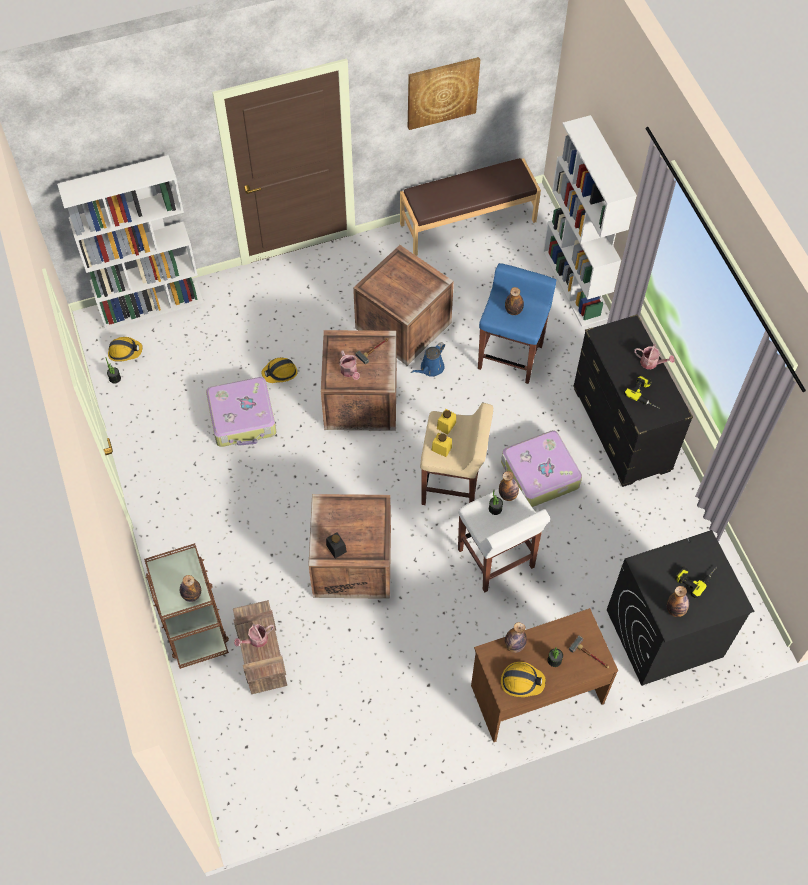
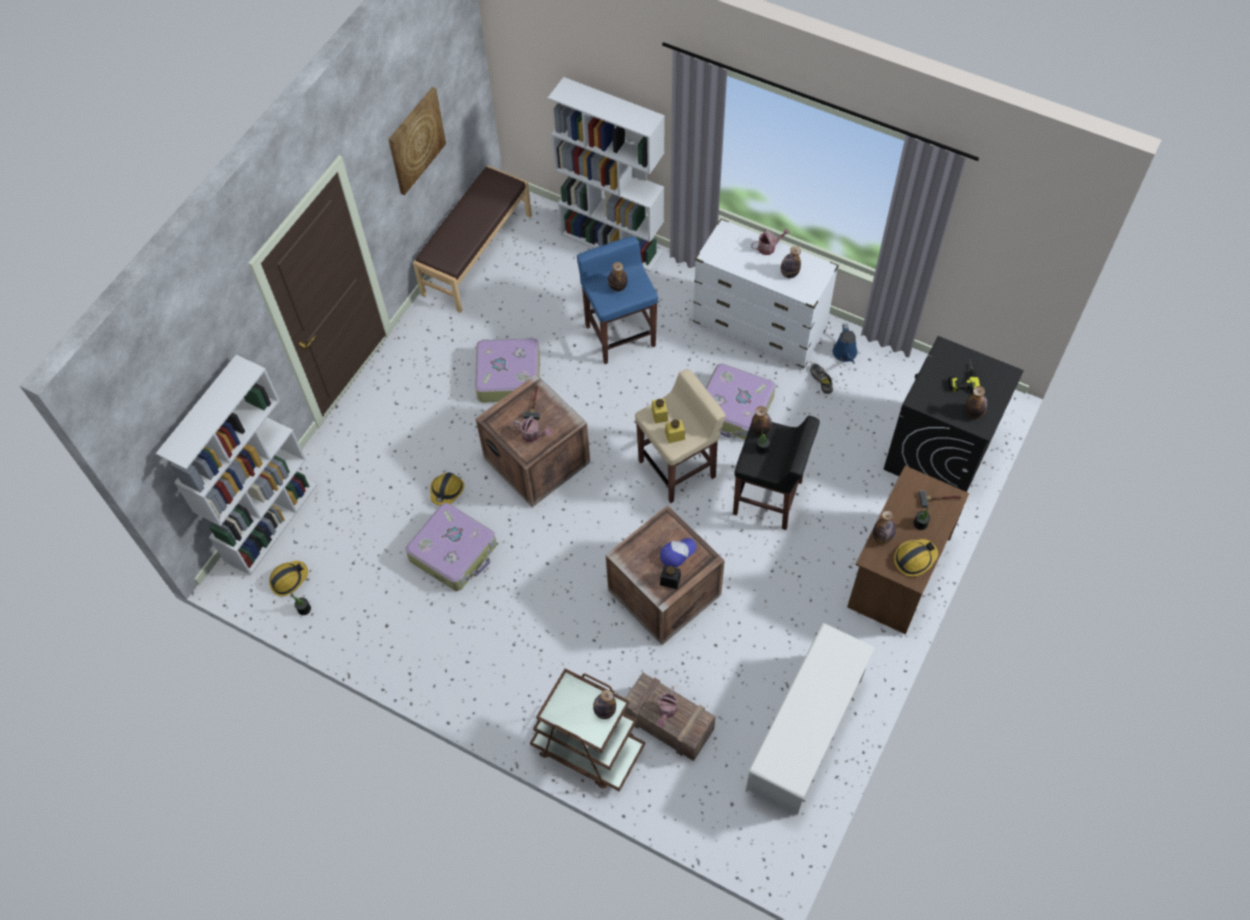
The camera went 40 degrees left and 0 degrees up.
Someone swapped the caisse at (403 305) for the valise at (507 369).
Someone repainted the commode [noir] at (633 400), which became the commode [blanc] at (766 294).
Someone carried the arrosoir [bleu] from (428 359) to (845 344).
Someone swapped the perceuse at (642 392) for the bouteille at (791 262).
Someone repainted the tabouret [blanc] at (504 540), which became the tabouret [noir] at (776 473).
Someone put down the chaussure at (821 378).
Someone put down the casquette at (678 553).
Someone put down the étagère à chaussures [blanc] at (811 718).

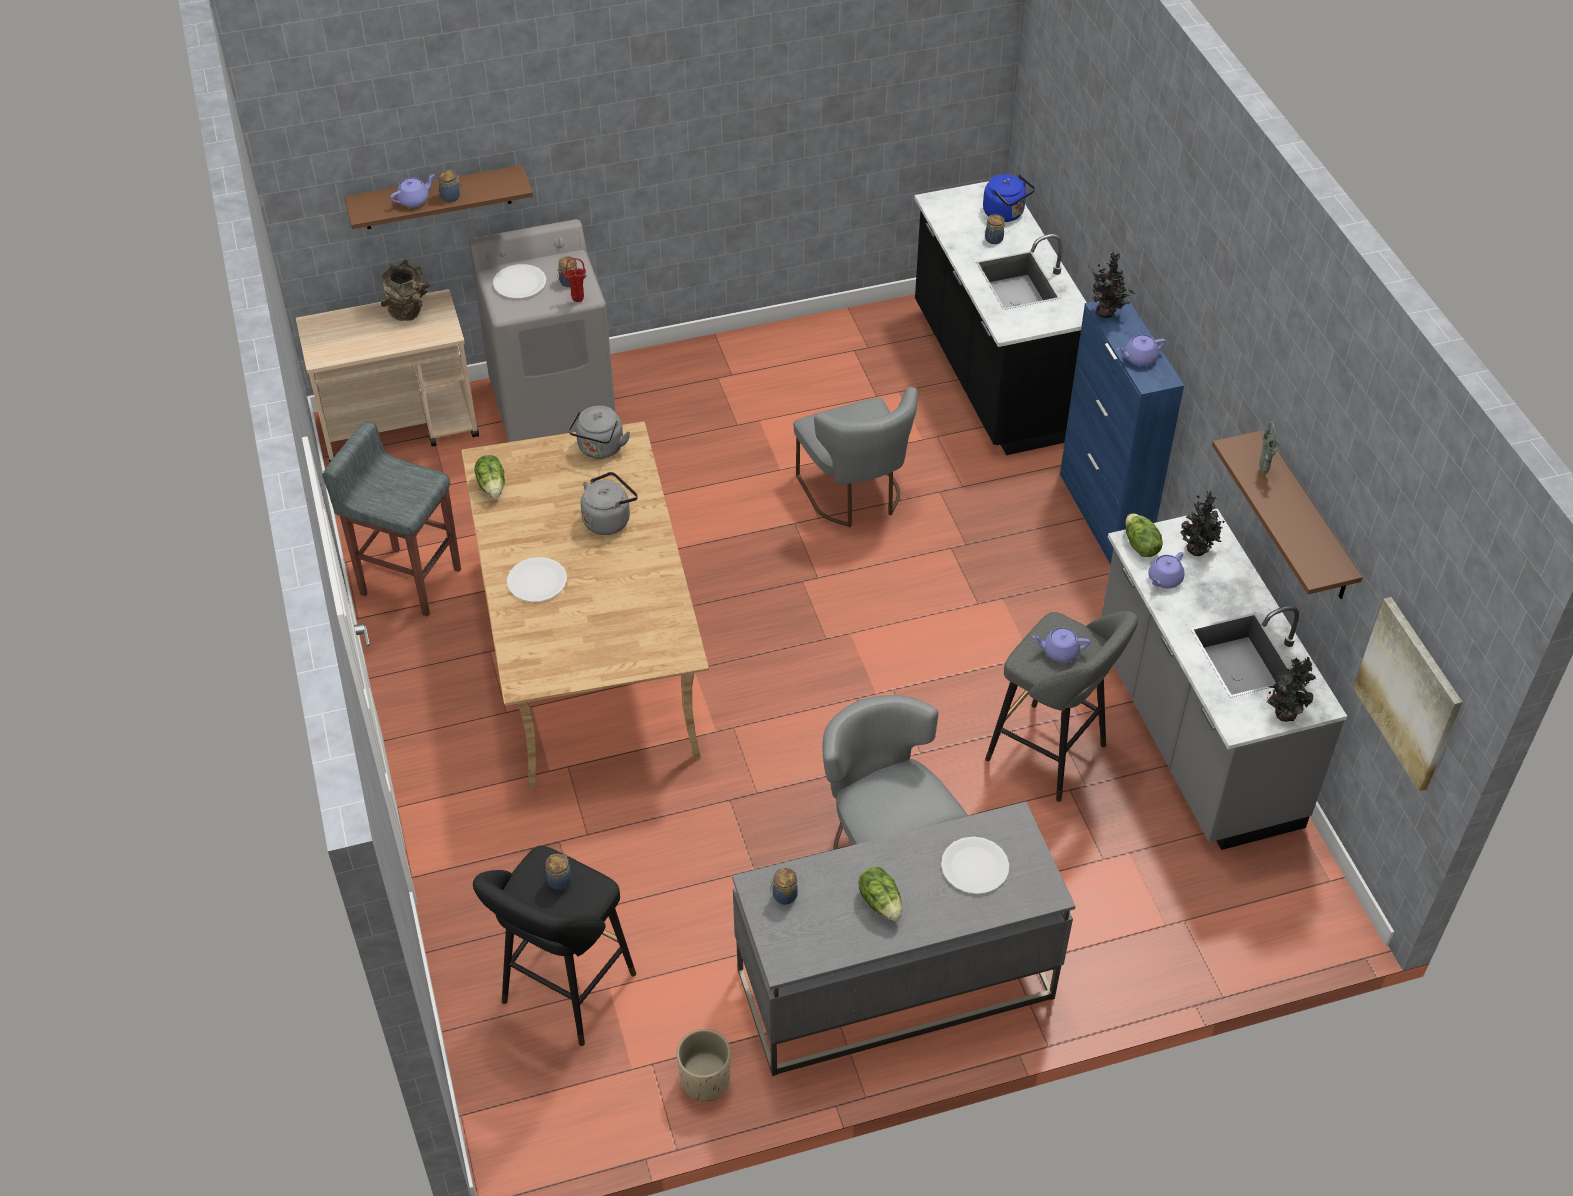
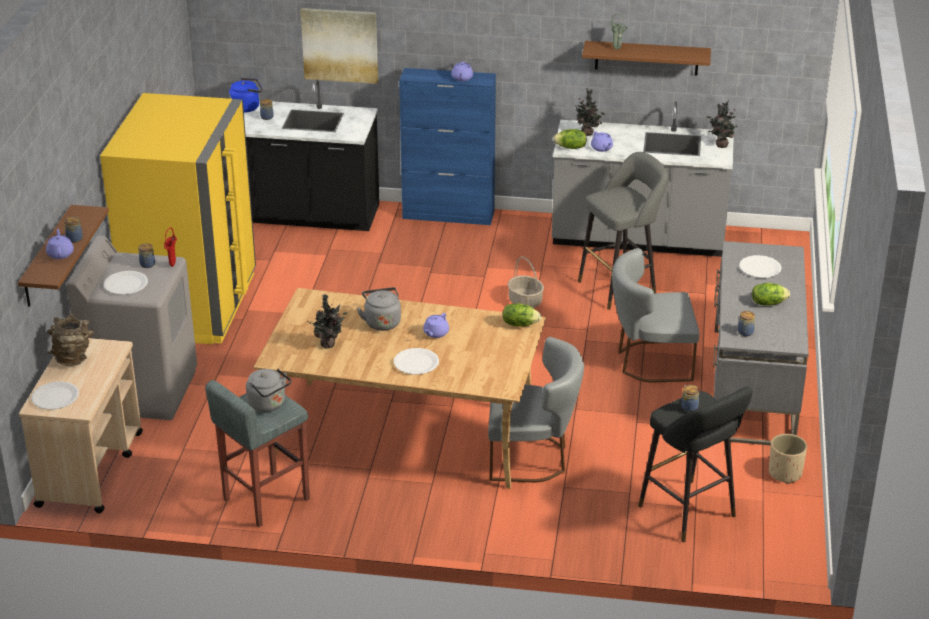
The camera went 65 degrees left and 15 degrees down.
Someone carried the plante en pot from (1112 284) to (327 321).
Someone carried the chaise [gris] from (855 457) to (536 409).
Someone carried the bouilloire [gris] from (599 432) to (268 390).
Someone carried the laitue from (490 476) to (521 314).
Someone carried the tableau from (1408 694) to (339 46).
Someone carried the théière [violet] from (1061 644) to (436 325).
Someone put down the réfrigérateur [jaune] at (178 219).
Someone put down the panier at (526 282).
Someone put down the assiette [blanc] at (55 395).

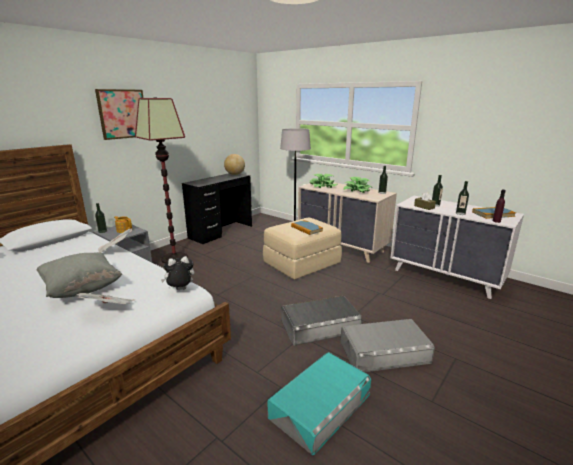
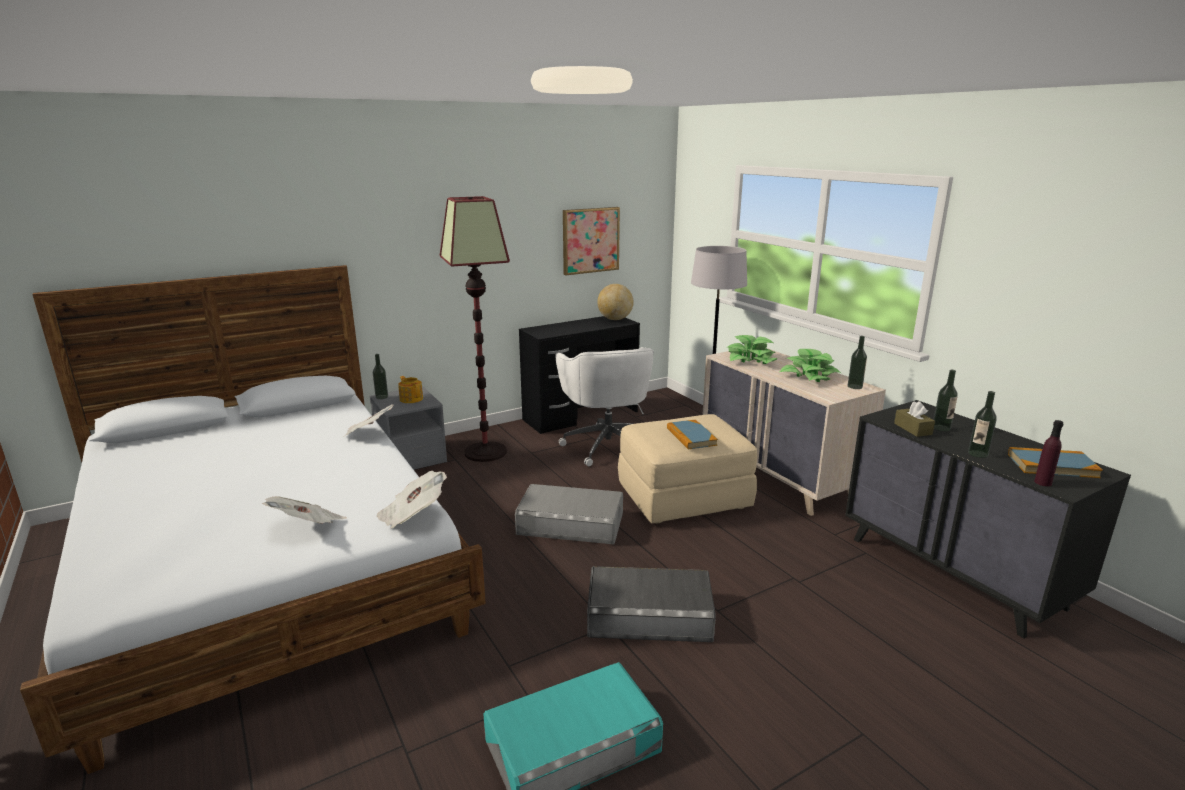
The camera went 20 degrees right and 0 degrees up.
Someone carried the tableau from (119 114) to (591 241).
Someone repainted the commode [blanc] at (457 247), which became the commode [noir] at (988 519).
Someone took away the coussin [gris] at (79 275).
Someone swapped the peluche at (178 273) for the journal at (411 499).
Someone carried the boîte de rangement [gris] from (387 345) to (569 514).
Someone put down the chaise de bureau [blanc] at (605 406).

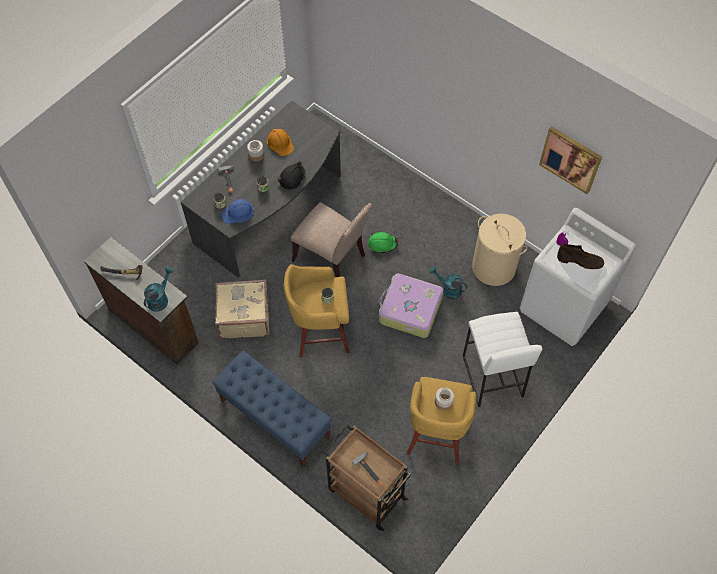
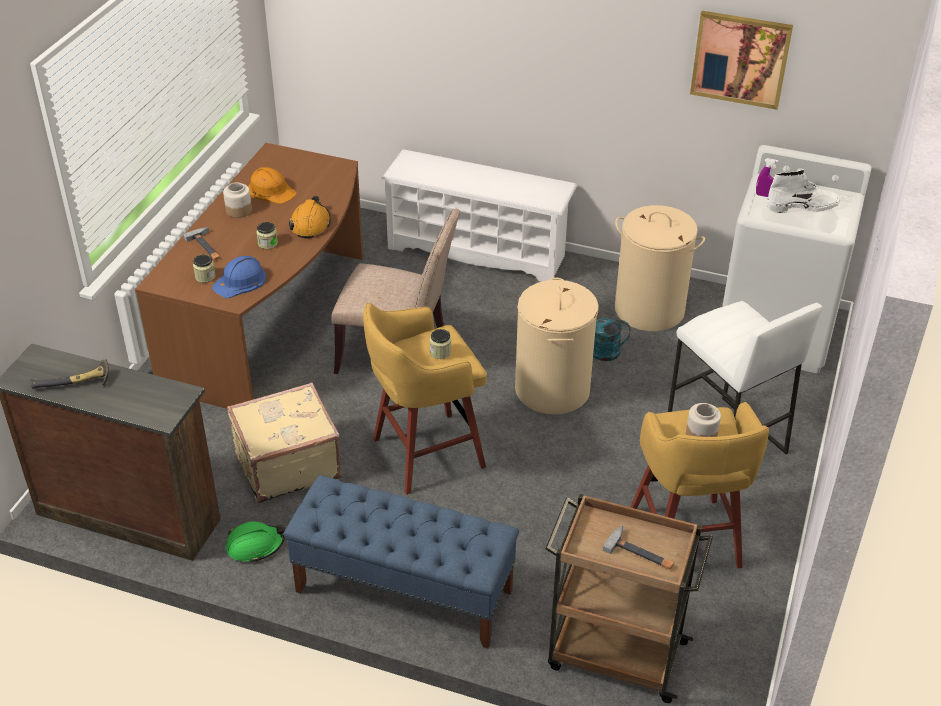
The camera went 20 degrees left and 20 degrees down.
Someone repainted the bureau [gris] at (261 189), which became the bureau [marron] at (249 276).
Someone repainted the casque de chantier [noir] at (292 175), which became the casque de chantier [orange] at (309 217).
Someone carried the casque de chantier [vert] from (383 242) to (255 542).
Someone repainted the botte [marron] at (580 256), which became the botte [blanc] at (803 191).
Someone took away the arrosoir [turquoise] at (158 289).
Someone swapped the valise at (410 305) for the panier à linge [beige] at (557 346).
Someone put down the étagère à chaussures [blanc] at (479 215).

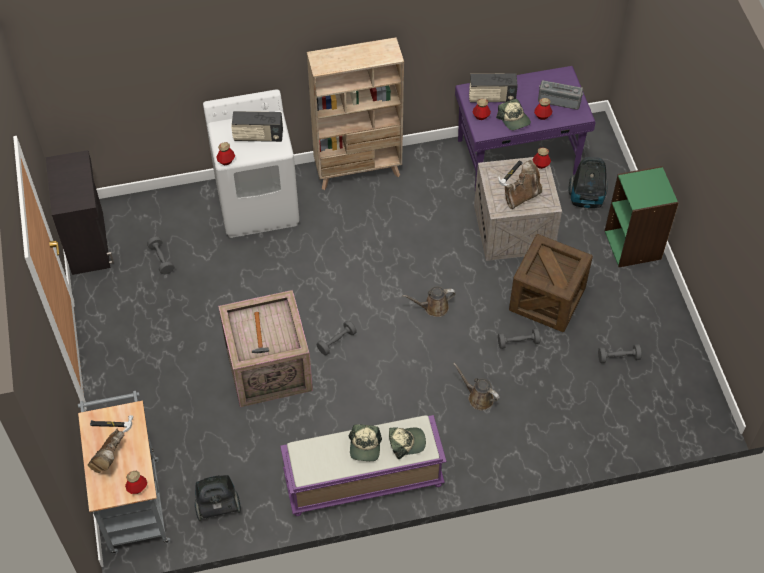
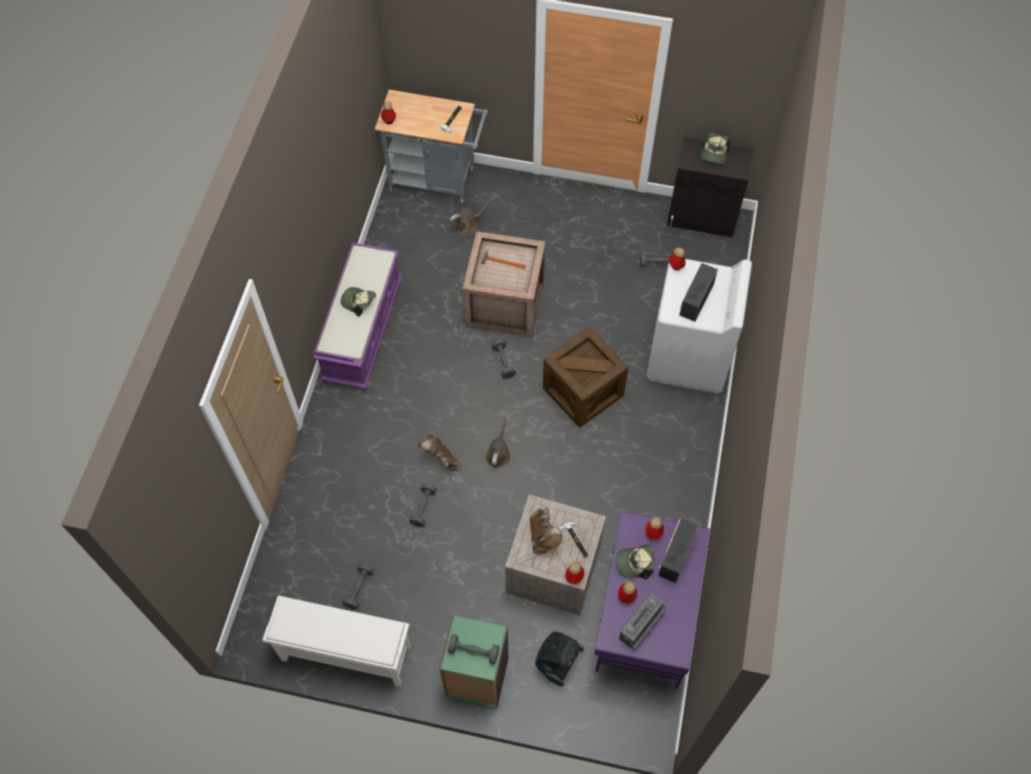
The camera went 115 degrees right and 5 degrees up.
Someone took away the bibliothèque [beige] at (355 113).
Someone carried the caisse from (551 283) to (586 377).
Someone carried the arrosoir [marron] from (476 386) to (472 216).
Someone carried the casquette from (407 443) to (715 148).
Someone carried the botte [marron] from (106 451) to (439 453).
Someone took away the aspirateur at (218 498).
Someone put down the étagère à chaussures [blanc] at (337 641).
Someone put down the haltère [gris] at (473 649).

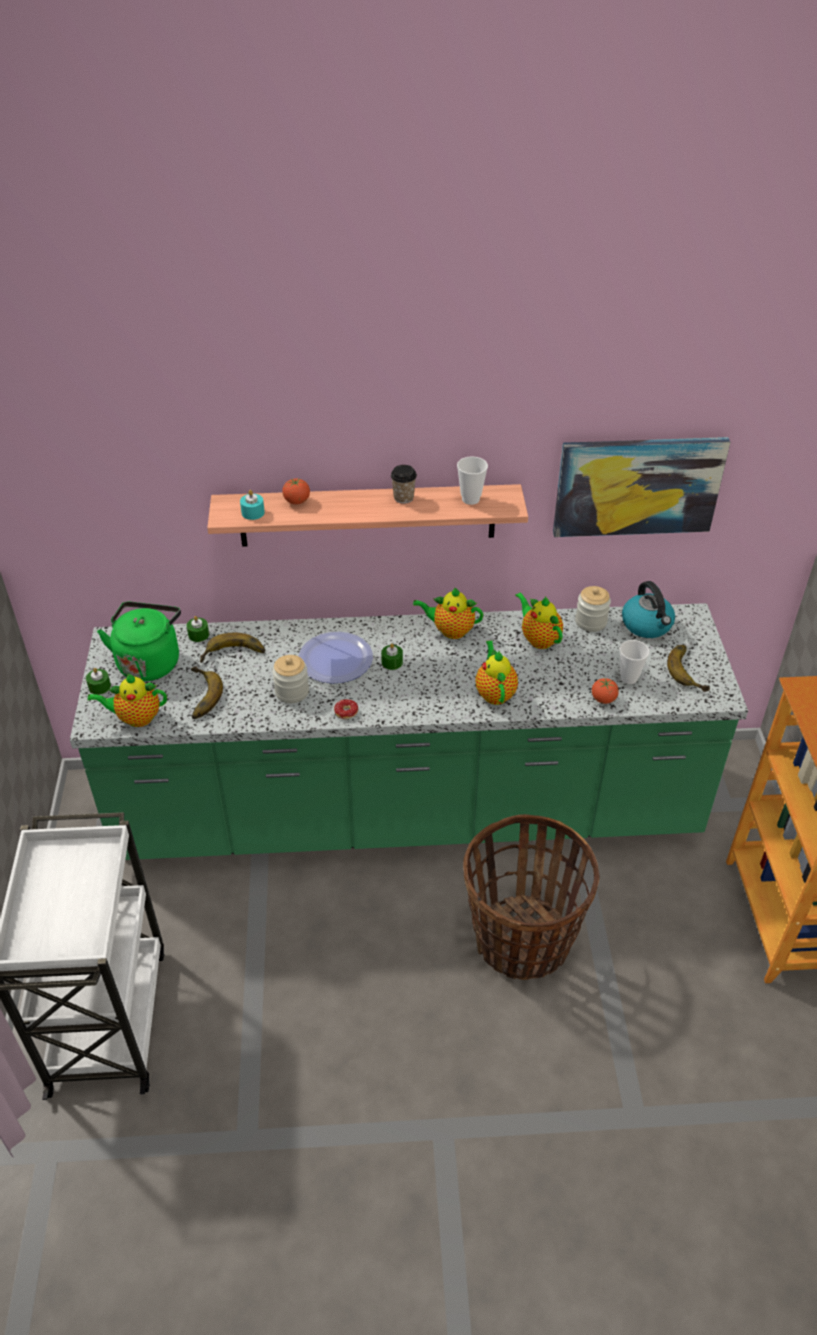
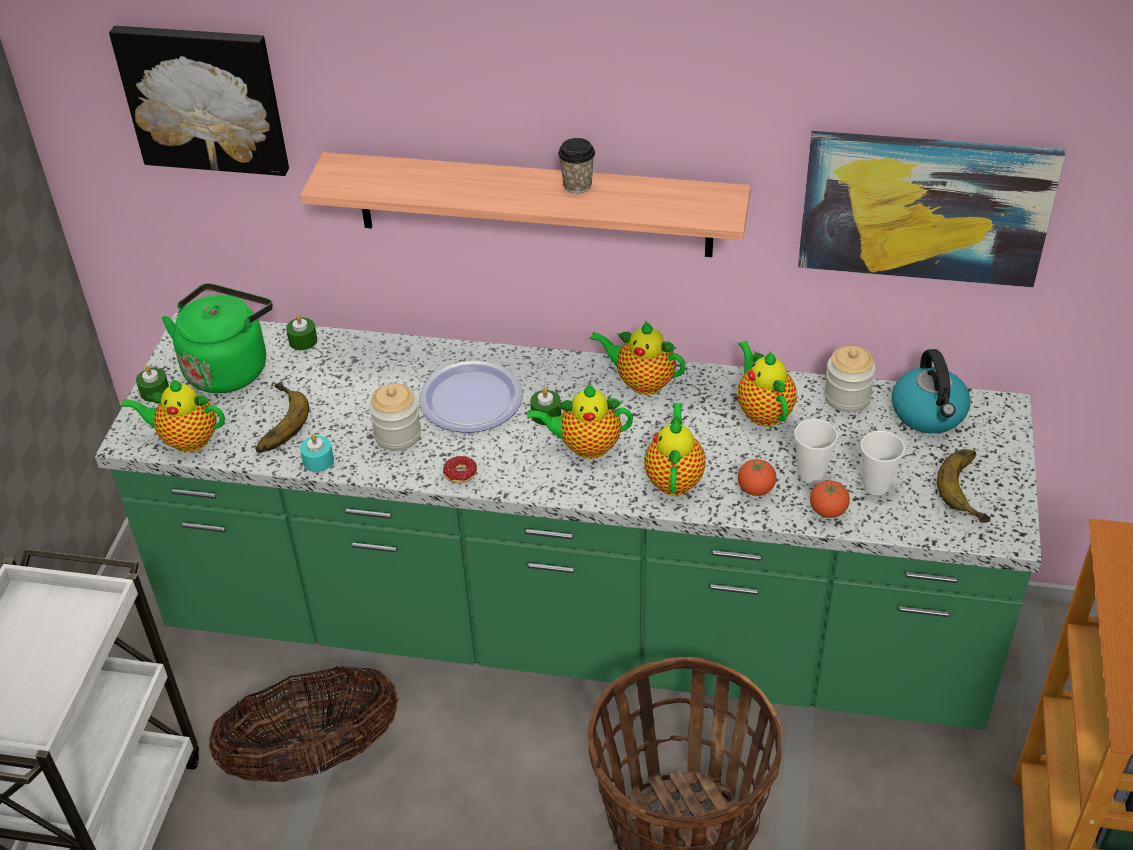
The camera went 15 degrees right and 0 degrees up.
Someone carried the tasse from (472 480) to (816 451).
Someone carried the tomate from (296 491) to (757 477).
Someone carried the bougie [turquoise] from (252 505) to (317 453).
Someone took away the banane at (232 647).
Someone put up the tableau at (199 101).
Someone put down the théière at (580 421).
Someone put down the panier at (304 724).

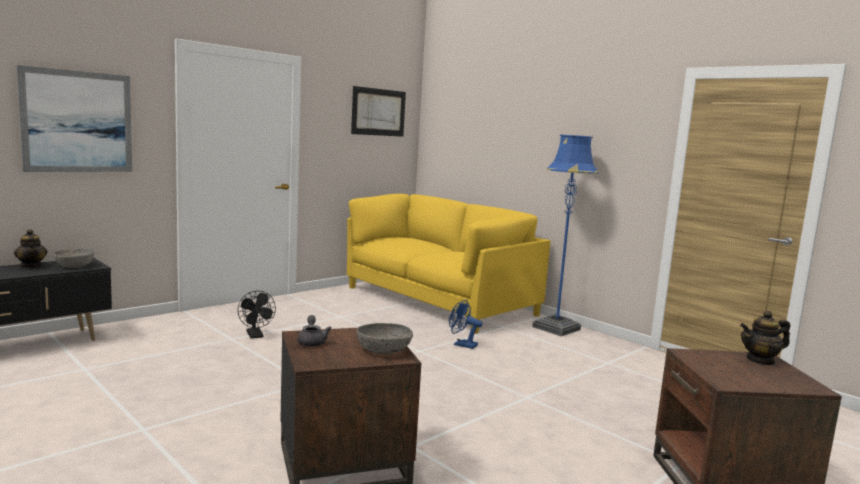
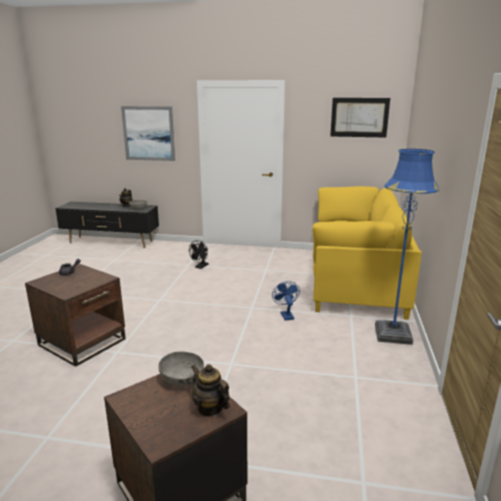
The camera went 55 degrees right and 10 degrees up.
Someone carried the bol [gris] from (385 338) to (181 369).

